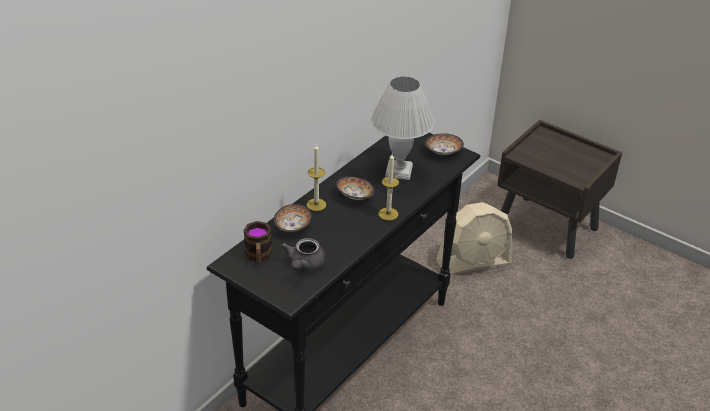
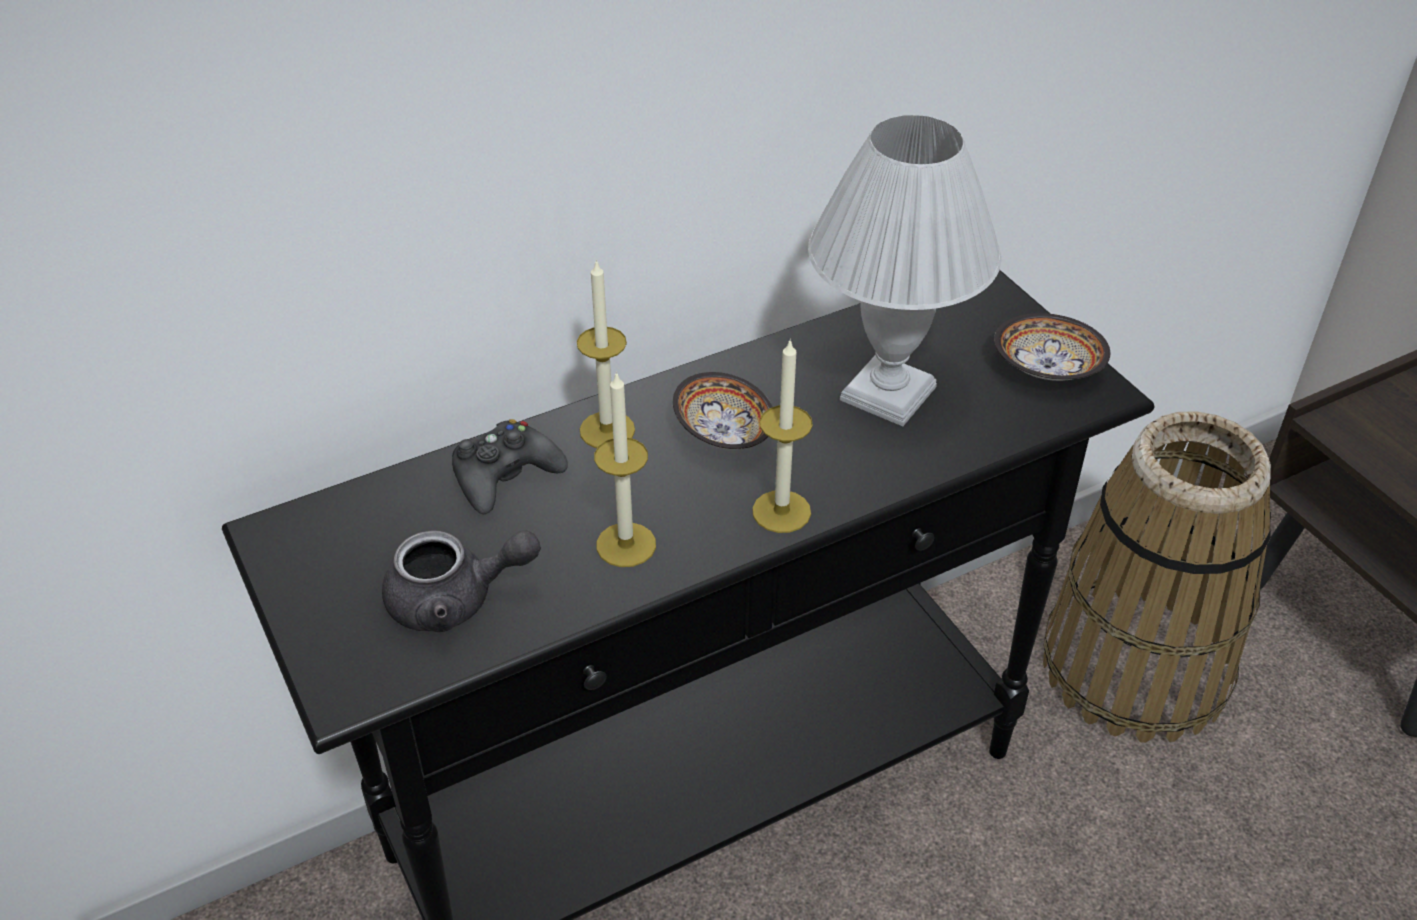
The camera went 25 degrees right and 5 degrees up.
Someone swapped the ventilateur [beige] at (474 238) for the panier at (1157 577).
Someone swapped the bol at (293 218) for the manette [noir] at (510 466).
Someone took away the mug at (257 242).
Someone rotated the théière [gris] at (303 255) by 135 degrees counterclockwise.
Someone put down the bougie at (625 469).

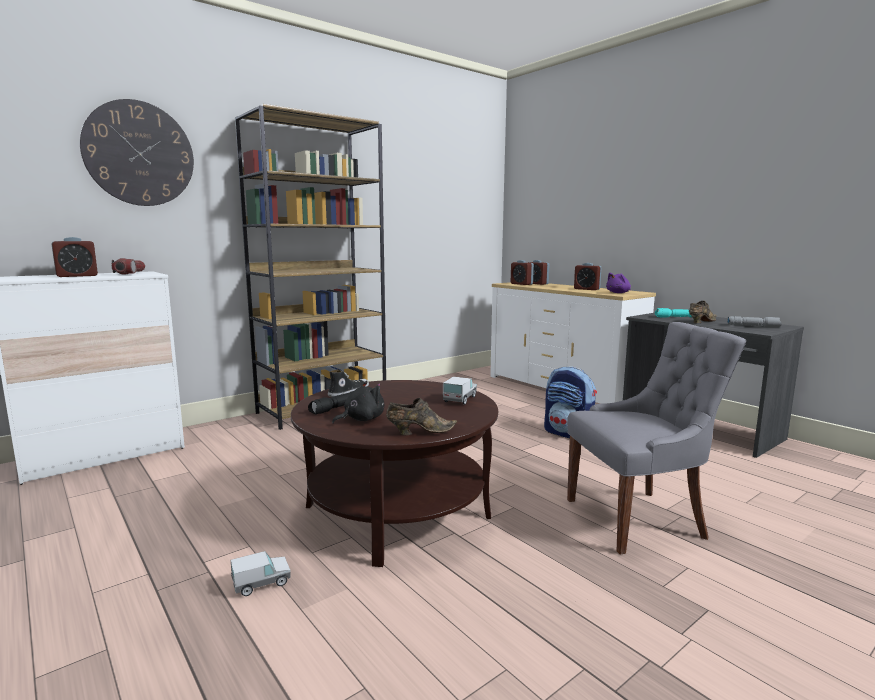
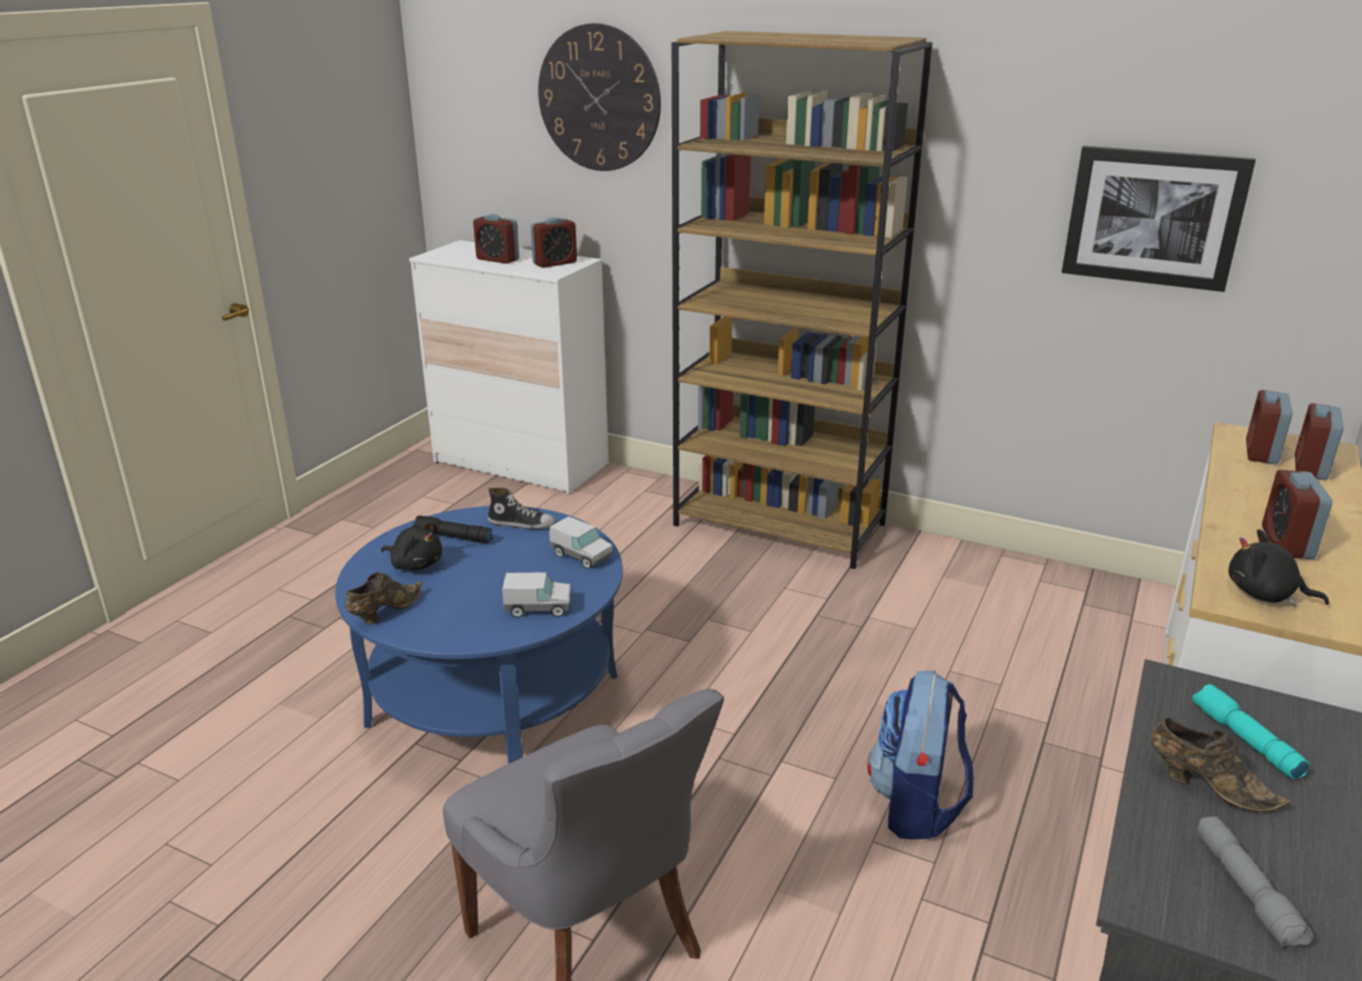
The camera went 65 degrees right and 15 degrees up.
Someone swapped the lampe de poche at (128 266) for the réveil at (554 242).
Someone repainted the peluche [violet] at (618 282), which became the peluche [noir] at (1278 567).
Someone repainted the table basse [marron] at (394 473), which became the table basse [bleu] at (479 635).
Someone rotated the chaussure [marron] at (421 416) by 105 degrees counterclockwise.
Someone carried the camion jouet from (260 573) to (581 542).
Someone put up the tableau at (1159 219).

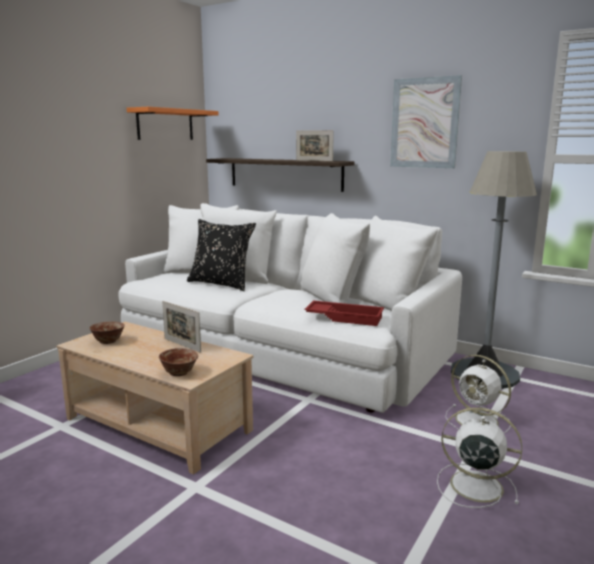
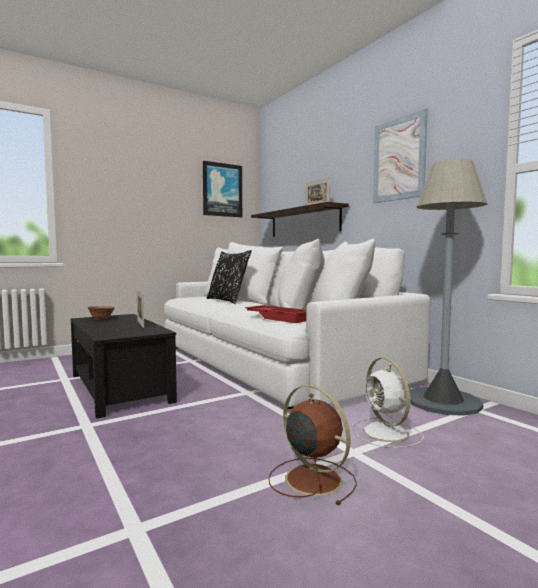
The camera went 25 degrees right and 10 degrees down.
Someone swapped the étagère [orange] at (172 123) for the tableau at (222 189).
Someone repainted the table basse [beige] at (155 398), which became the table basse [noir] at (123 366).
Someone took away the bol at (178 362).
Someone repainted the ventilateur [blanc] at (479 457), which became the ventilateur [marron] at (312 445).

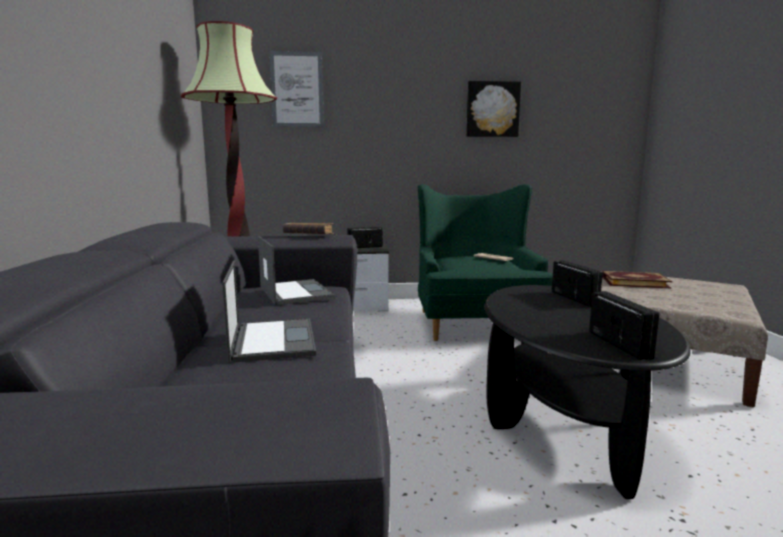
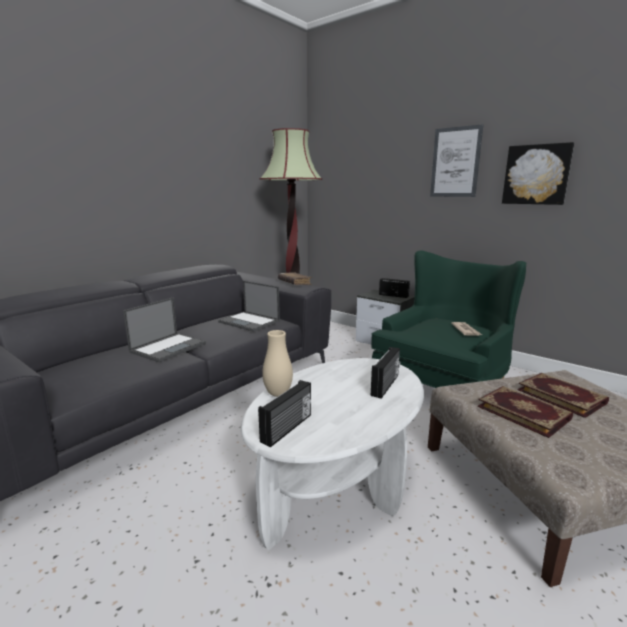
The camera went 45 degrees right and 5 degrees up.
Someone carried the tableau from (296 89) to (456 160).
Someone rotated the ordinateur portable at (296 270) by 105 degrees clockwise.
Someone repainted the table basse [noir] at (587 392), which became the table basse [blanc] at (332 454).
Someone put down the vase [beige] at (277 363).
Someone put down the livre at (525 412).

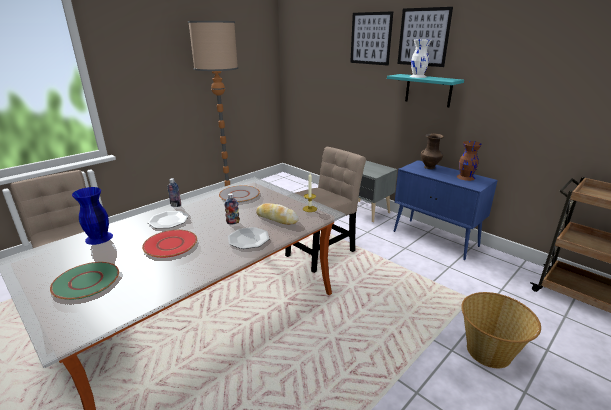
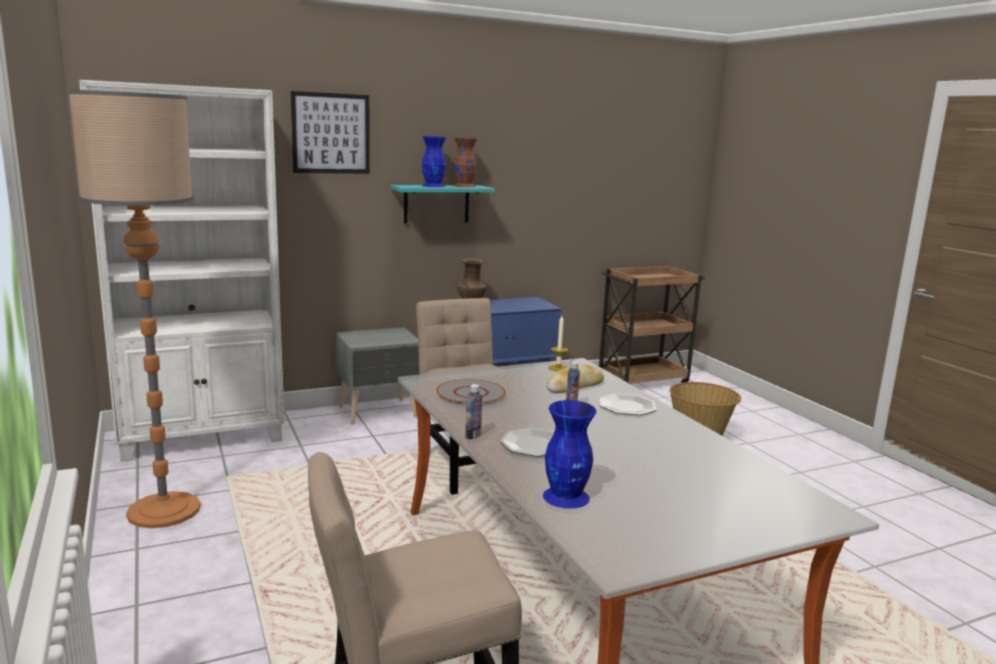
The camera went 70 degrees left and 10 degrees down.
Someone took away the tableau at (425 37).
Someone repainted the vase [blanc] at (420 58), which became the vase [bleu] at (434 161).
Someone carried the vase [marron] from (469 161) to (465 162).
Someone took away the assiette [rouge] at (169 244).
Someone took away the assiette [vert] at (84 281).
Someone put down the bibliothèque [blanc] at (181 271).

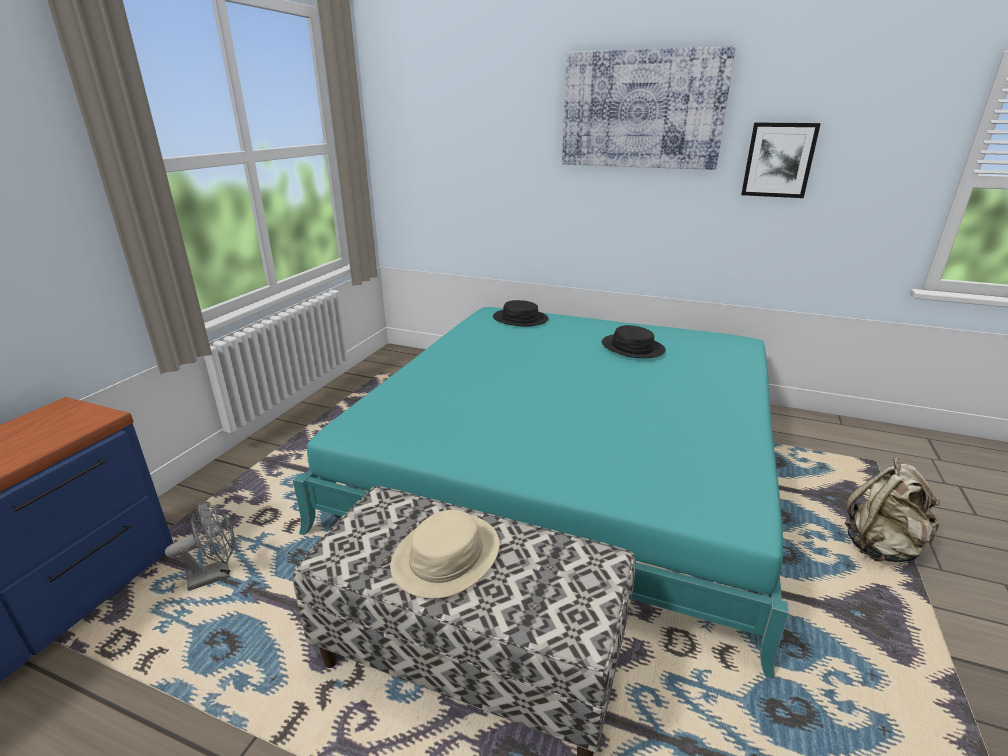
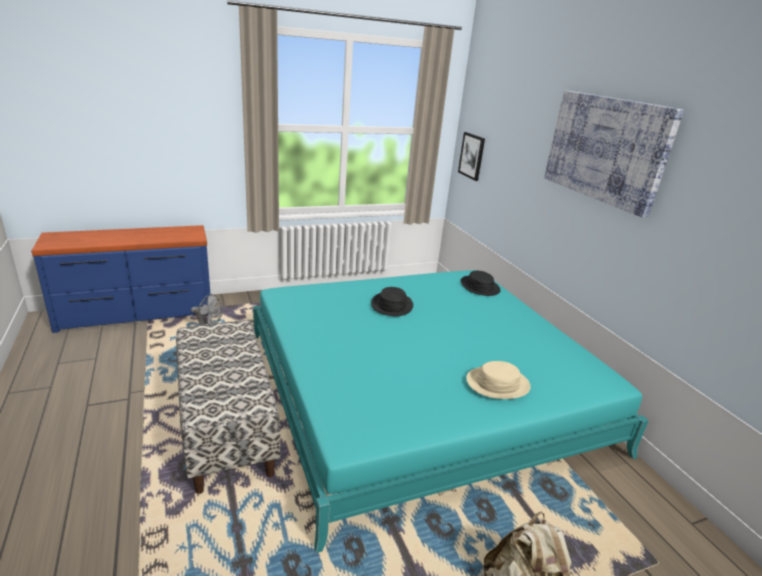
The camera went 45 degrees right and 0 degrees up.
Someone carried the tableau from (781 160) to (471 156).
Someone carried the chapeau [noir] from (634 341) to (392 301).
Someone carried the chapeau [beige] from (445 554) to (498 380).

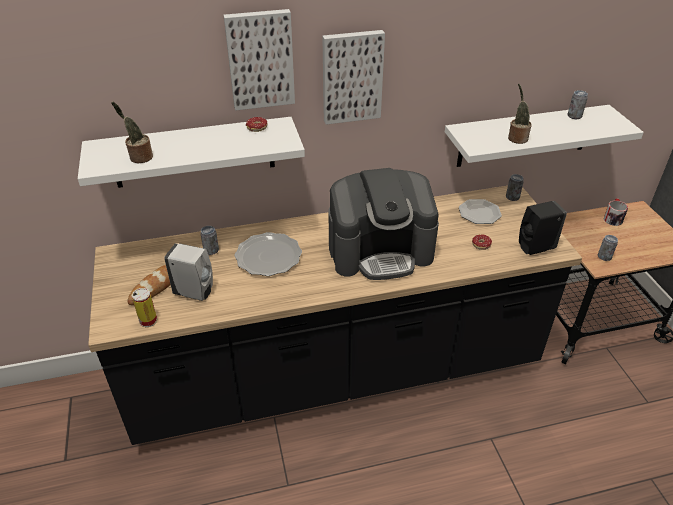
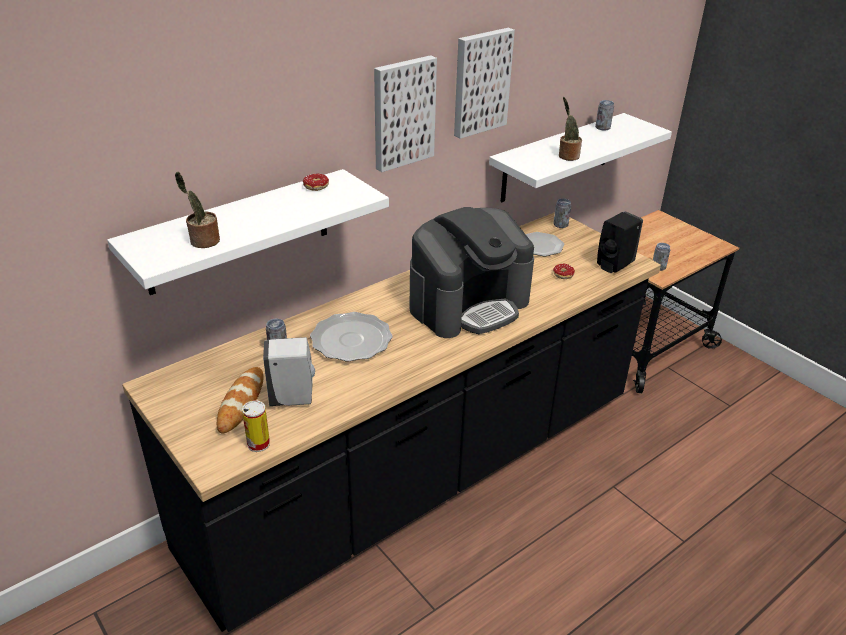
The camera went 25 degrees left and 5 degrees down.
Someone carried the tableau from (259 60) to (484 83).
Someone took away the mug at (616 212).

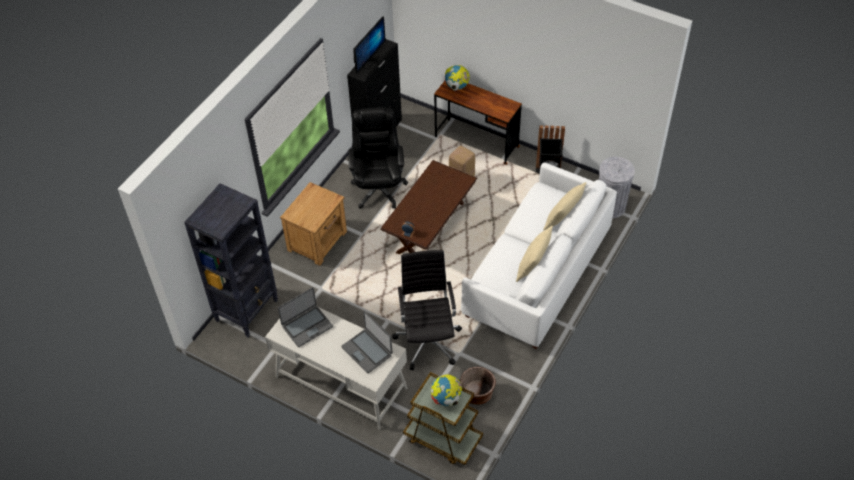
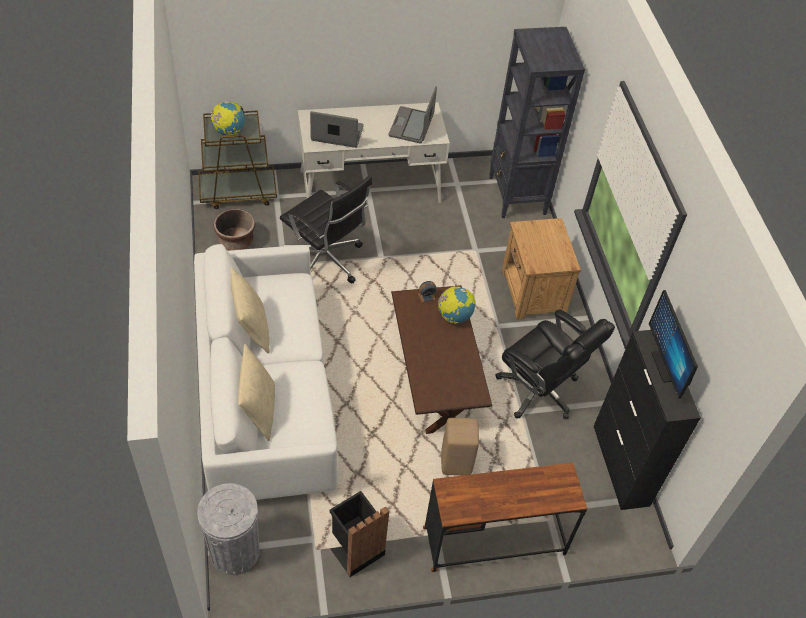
The camera went 135 degrees right and 0 degrees up.
Someone carried the globe from (457 78) to (457 305).

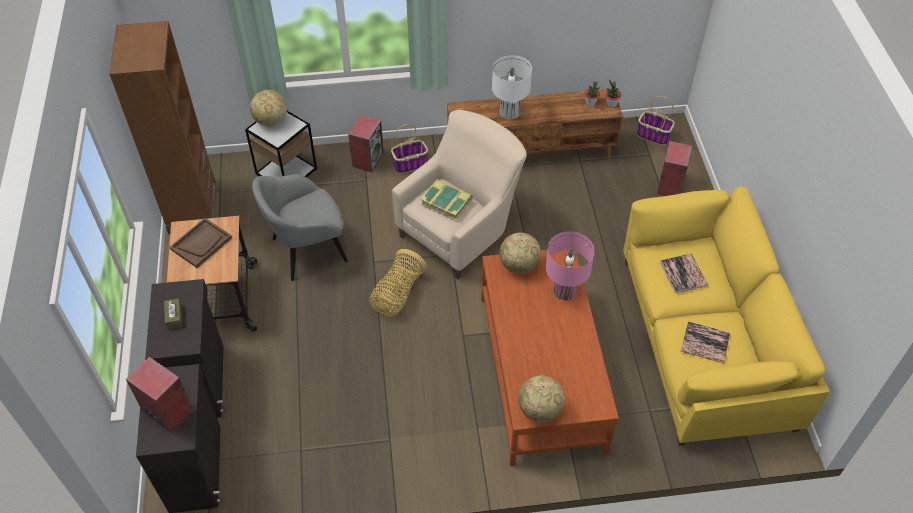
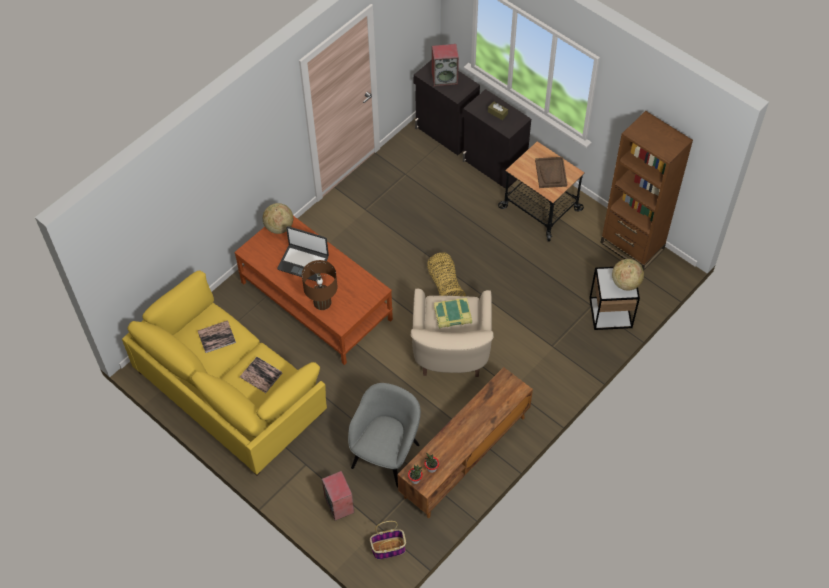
The camera went 140 degrees right and 5 degrees up.
Someone took away the lampe de table [blanc] at (512 87).
Someone took away the enceinte at (366 143).
Someone took away the panier at (409 149).
Someone carried the fauteuil [gris] from (300 227) to (384 435).
Someone repainted the lampe de table [rose] at (570 266), which became the lampe de table [marron] at (320 285).
Someone took away the globe at (520 253).
Someone put down the ordinateur portable at (303 253).

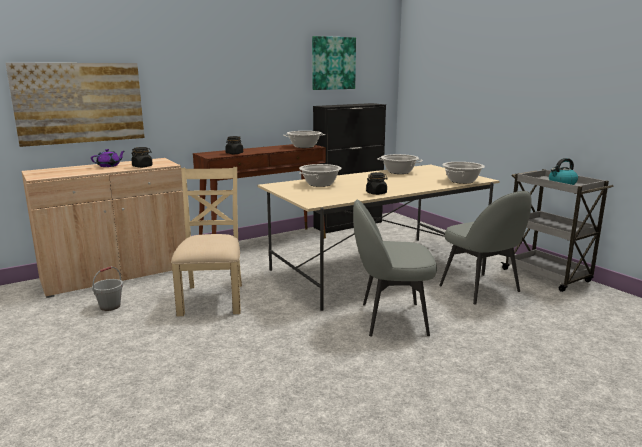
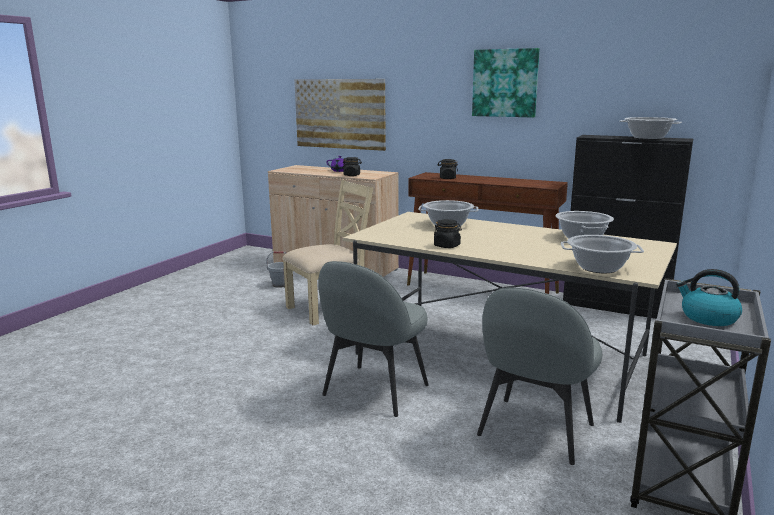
The camera went 60 degrees right and 0 degrees up.
Someone carried the tableau from (334 63) to (506 83).
Someone carried the marmite from (304 139) to (650 128).
Someone rotated the chaise [gris] at (395 268) by 120 degrees counterclockwise.

